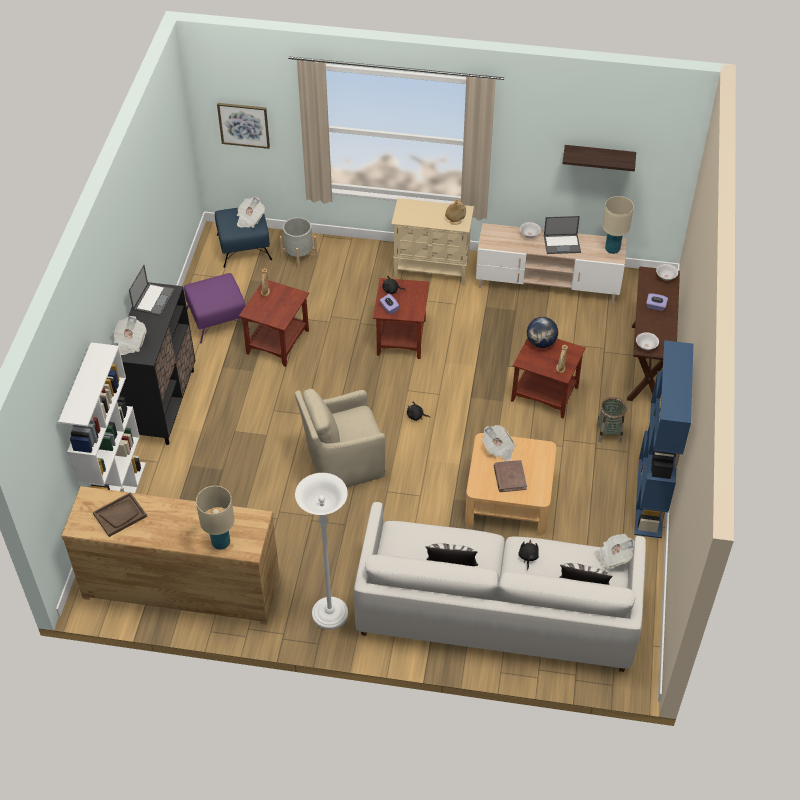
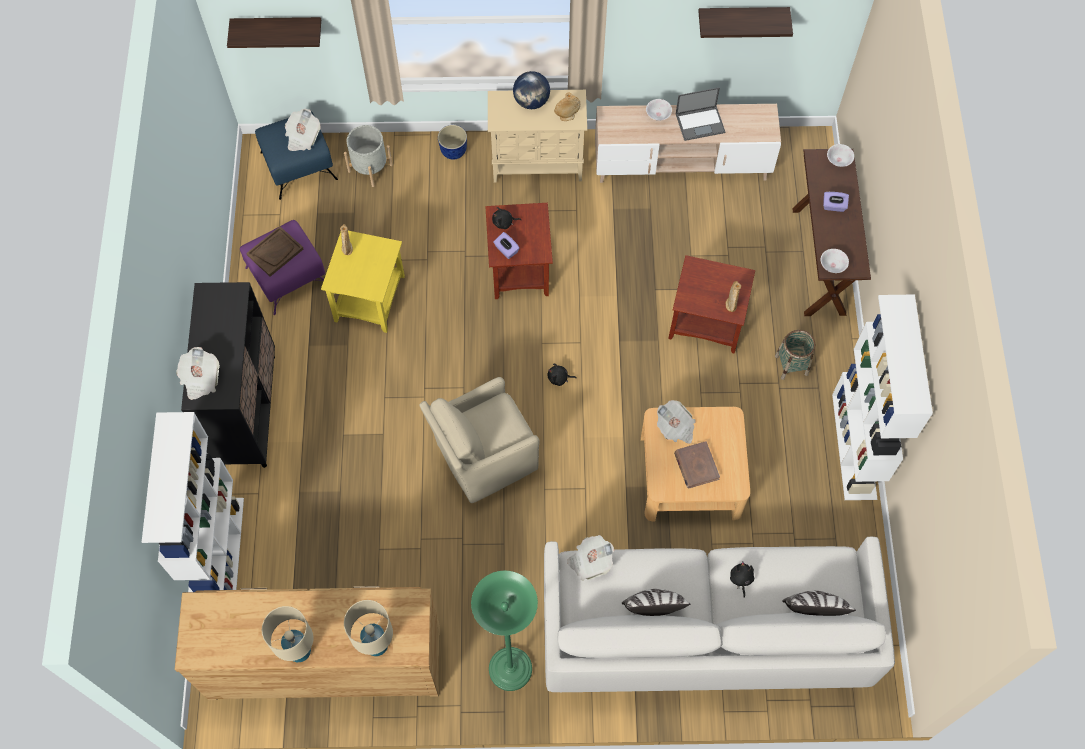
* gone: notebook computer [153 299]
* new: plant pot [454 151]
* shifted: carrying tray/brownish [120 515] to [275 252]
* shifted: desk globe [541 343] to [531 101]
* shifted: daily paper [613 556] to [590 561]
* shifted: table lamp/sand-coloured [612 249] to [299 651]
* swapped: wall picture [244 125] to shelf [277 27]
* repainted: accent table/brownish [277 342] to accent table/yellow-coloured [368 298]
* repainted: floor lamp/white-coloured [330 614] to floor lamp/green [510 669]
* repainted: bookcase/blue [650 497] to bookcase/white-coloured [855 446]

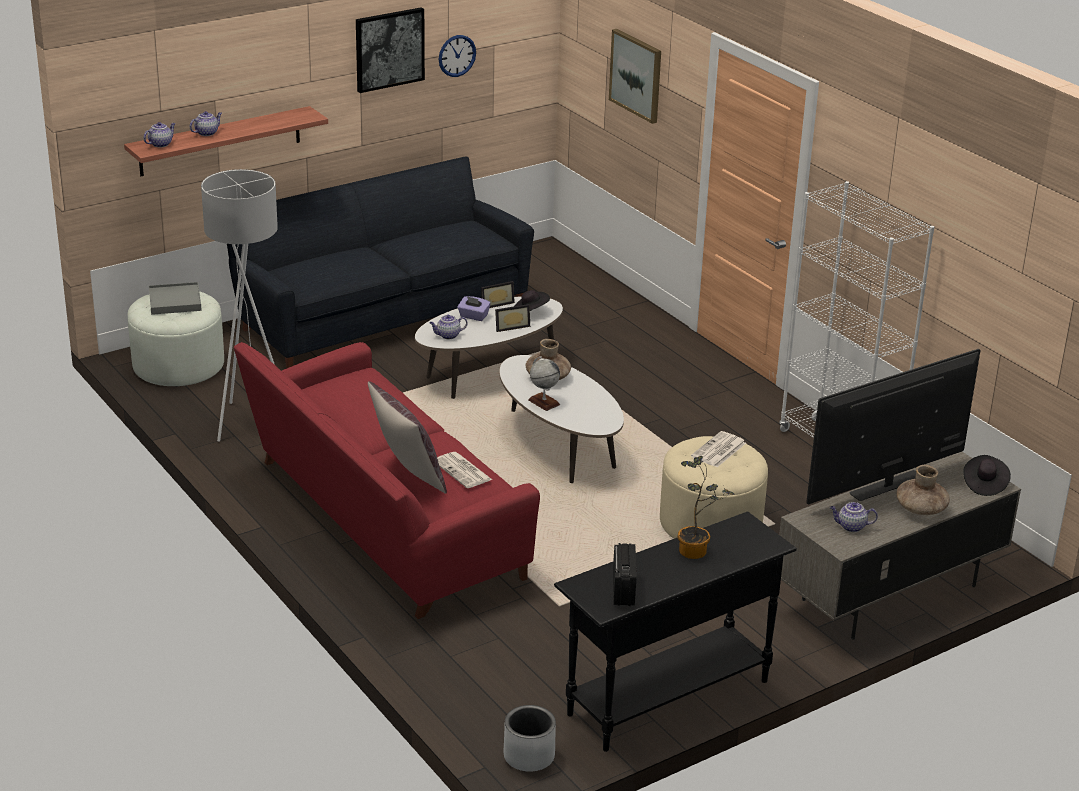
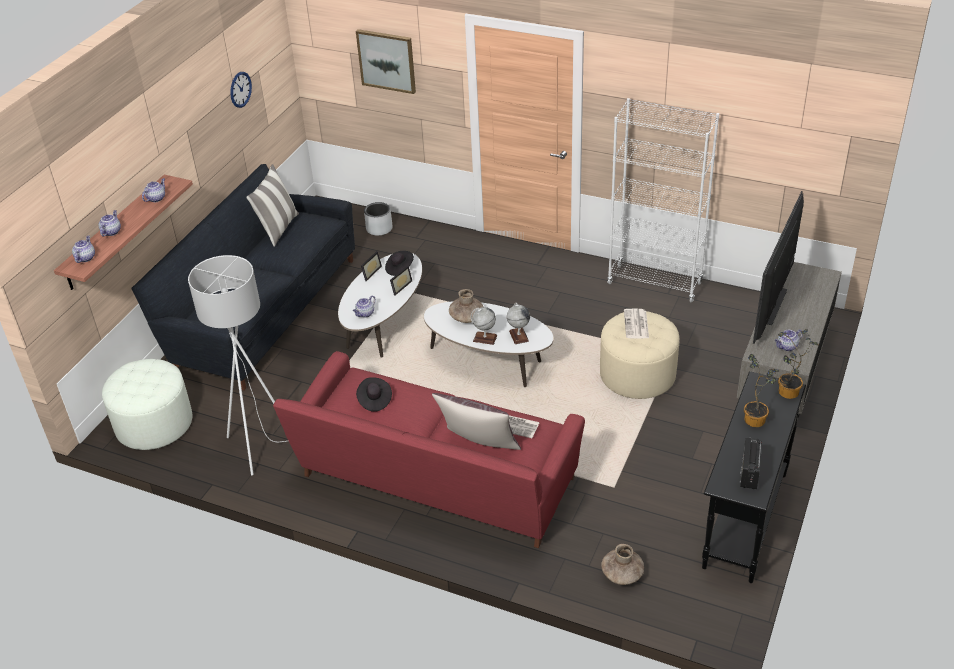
* gone: carrying tray/gray [175 301]
* gone: wall picture [389 49]
* gone: box of tissues/purple-coloured [473 316]
* new: pot for tea [156 198]
* new: throw pillow [278 228]
* new: desk globe [518 336]
* new: houseplant [788 394]
* shifted: plant pot/gray [529 756] to [379 229]
* shifted: flower vase/brownish [921 509] to [622 574]
* shifted: hat/black [984 484] to [374 400]
* rotated: radio [623 589] = [749 473] 135 degrees counterclockwise

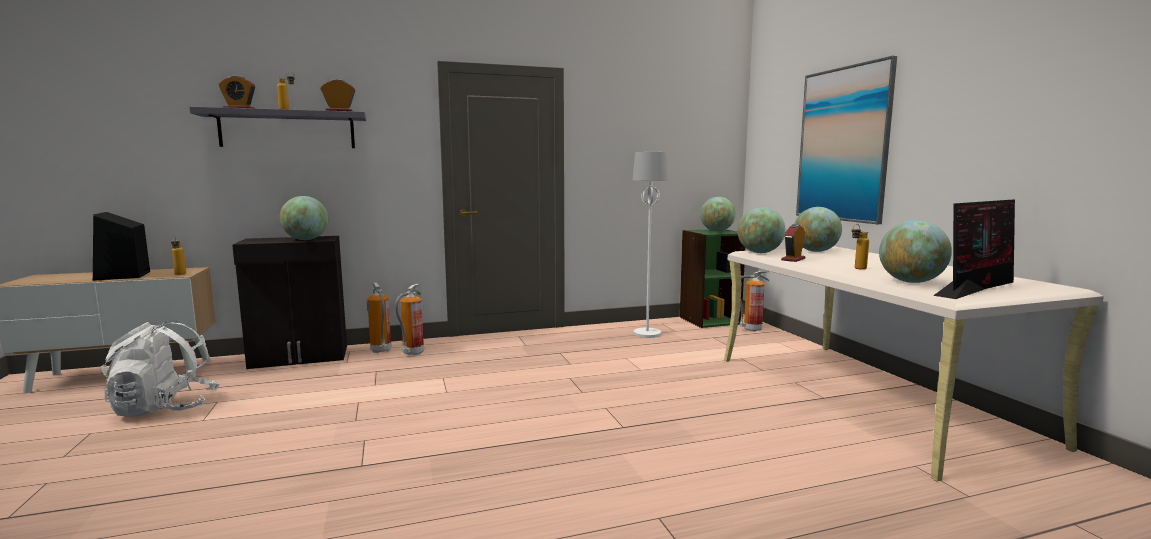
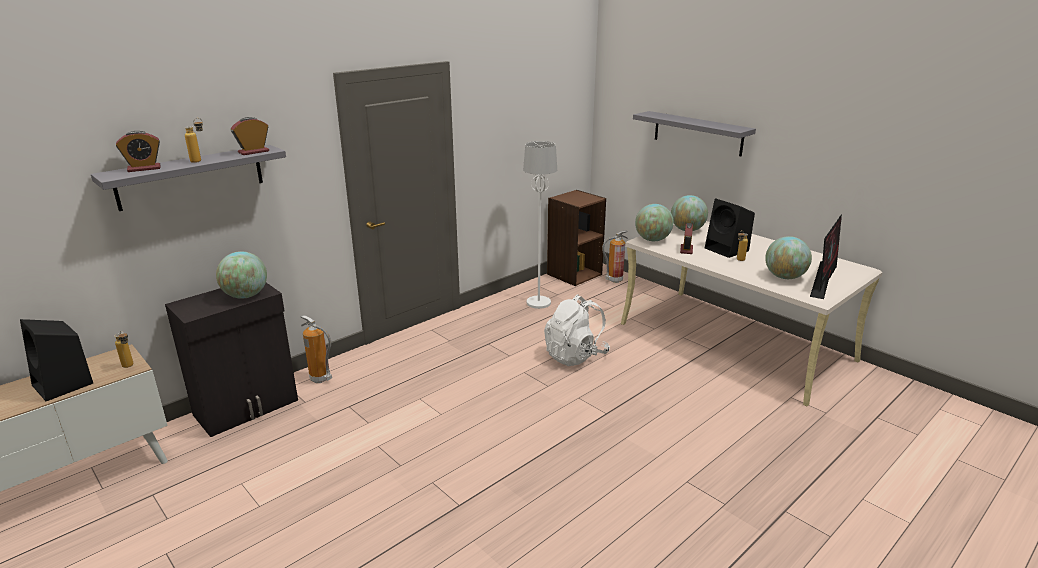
* gone: fire-fighting cylinder [412 353]
* gone: desk globe [717 231]
* new: loudspeaker/black [727 250]
* shifted: rucksack/white-coloured [165 408] to [575 355]
* swapped: wall picture [843 144] to shelf/gray [697 133]
* repainted: bookcase/green [709 320] to bookcase/brownish [574 274]

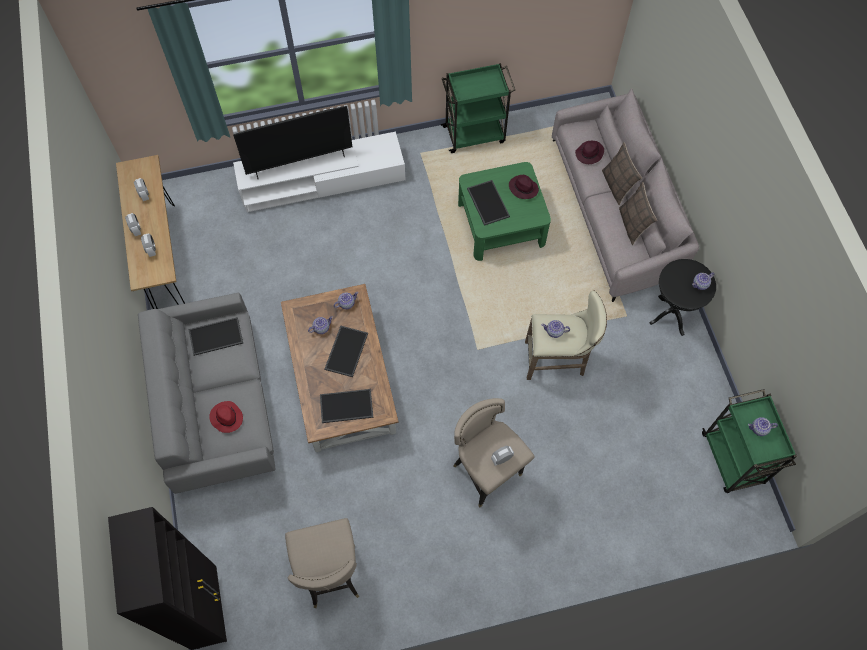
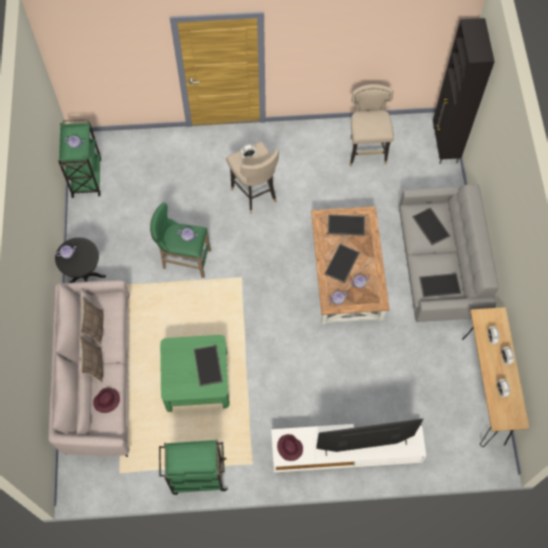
* shifted: hat/purple-coloured [523 188] to [290 448]
* swapped: hat/red-coloured [226 417] to carrying tray [431 226]
* repainted: stool seat/sand-coloured [558 360] to stool seat/green [183 260]

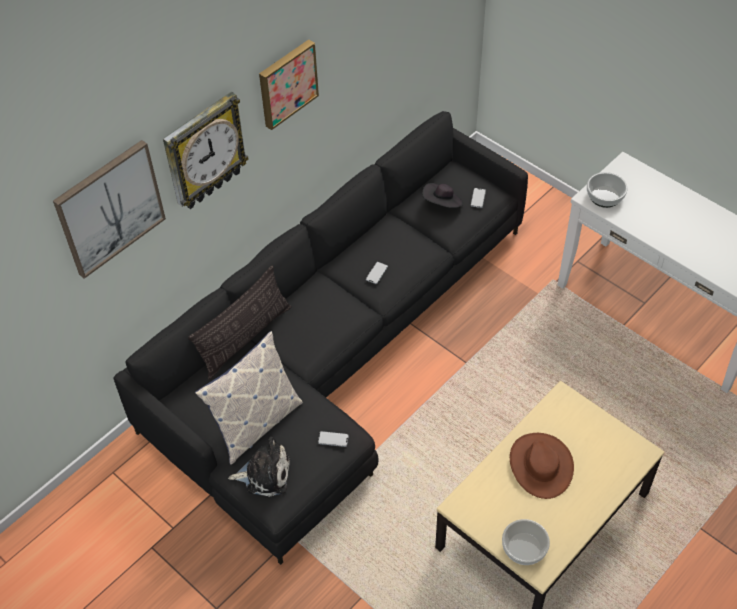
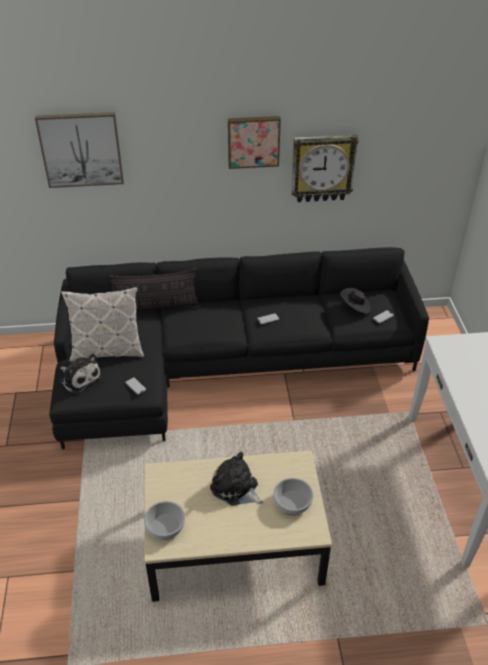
* shifted: hanging clock [204 152] to [322 168]
* shifted: bowl [604 196] to [292 502]
* swapped: hat/brownish [541 465] to cuddly toy [236 488]

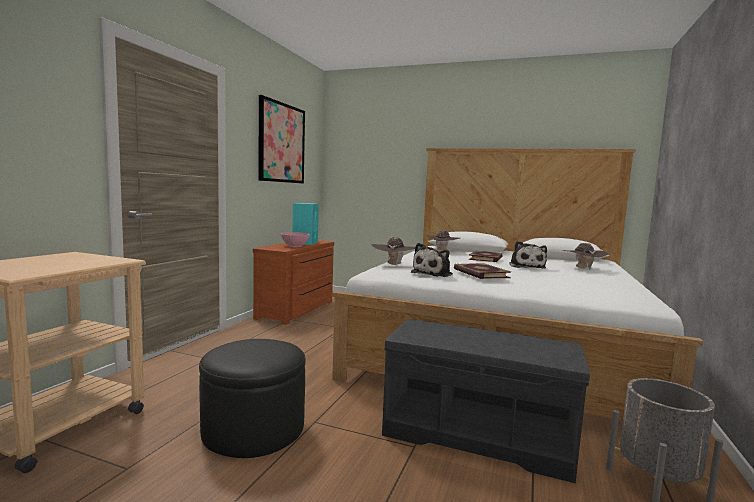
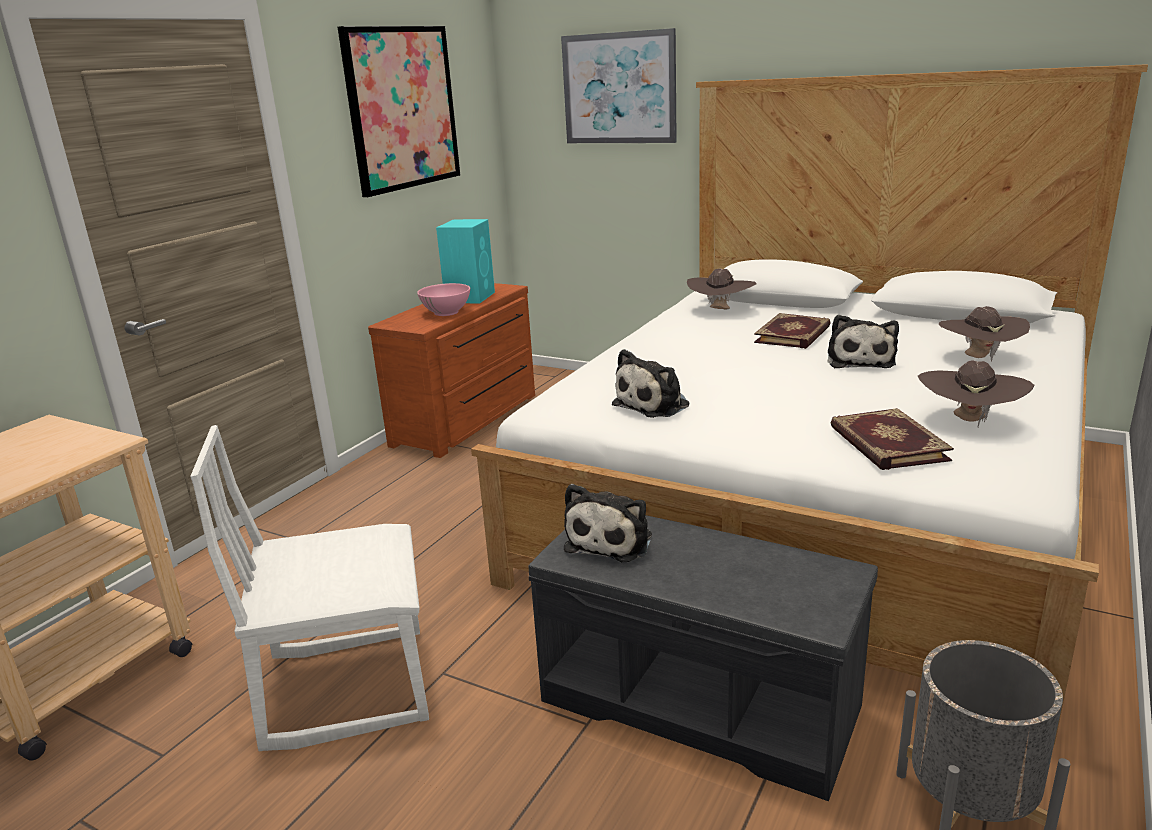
* new: wall picture [619 88]
* new: cuddly toy [611 540]
* shifted: hat/brownish [393 265] to [969 421]
* shifted: bound book [480 273] to [886 444]
* swapped: ottoman/black [253 429] to plain chair/white-coloured [347 686]

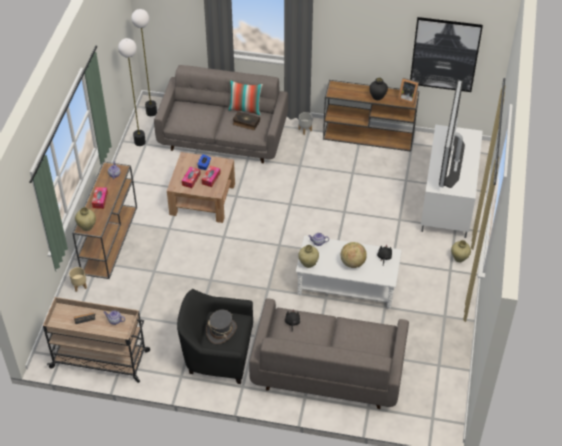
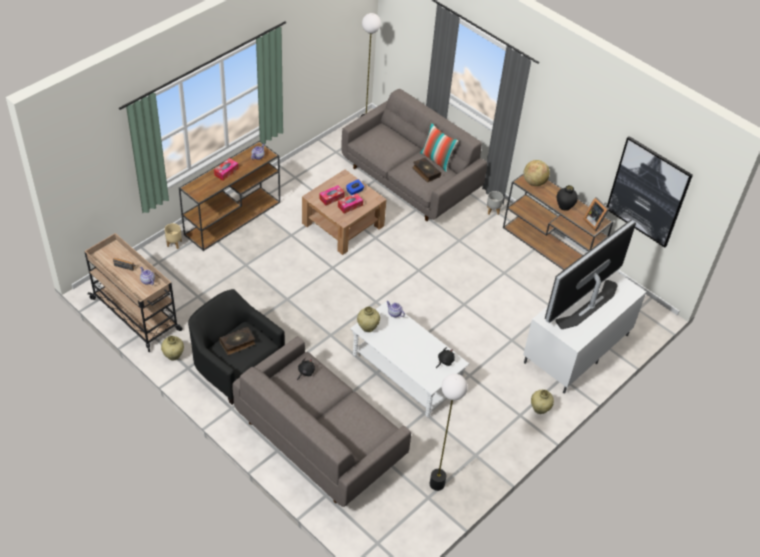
* shifted: flower vase/sand-coloured [87 227] to [173 356]
* shifted: floor lamp [140 142] to [437 483]
* shifted: desk globe [352 263] to [534 182]
* swapped: hat/gray [221 331] to bound book [238 343]

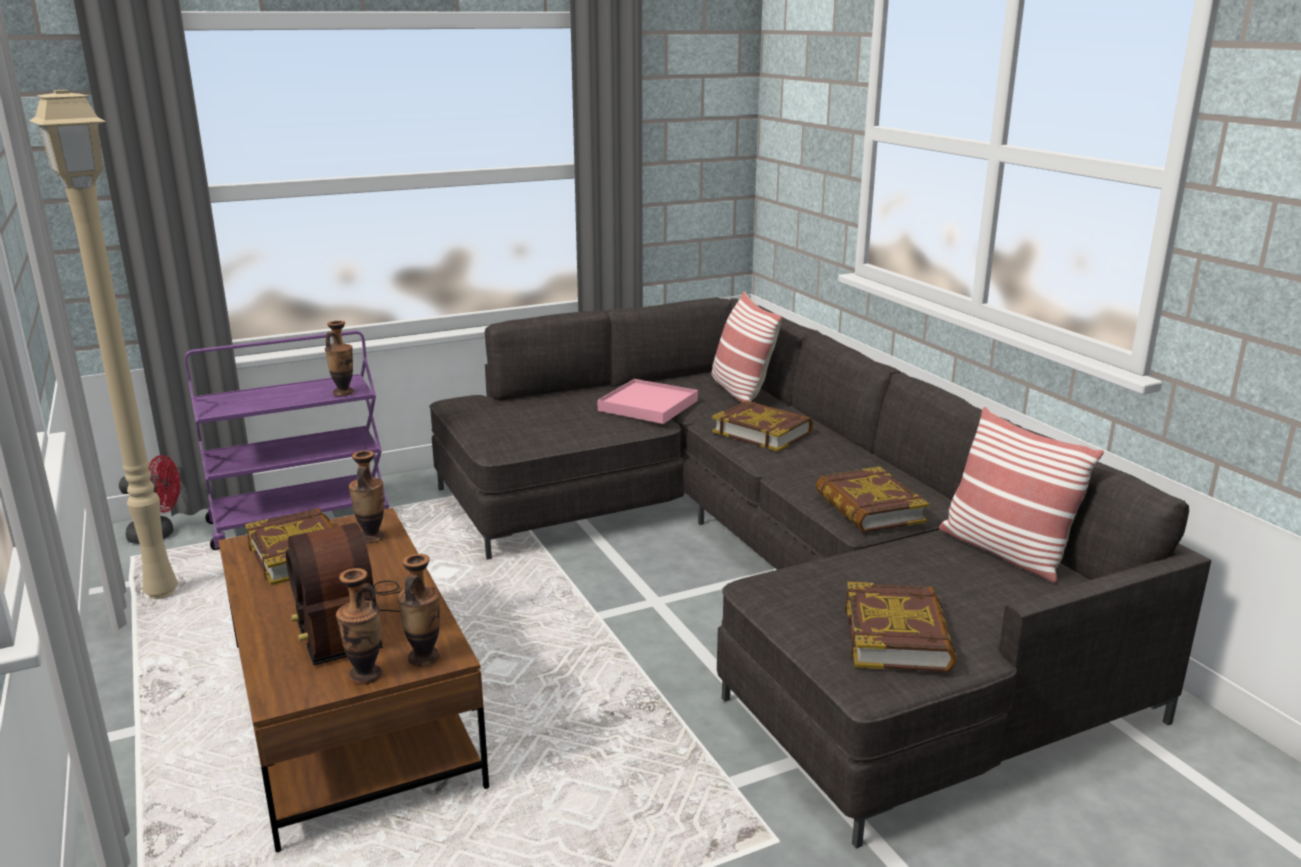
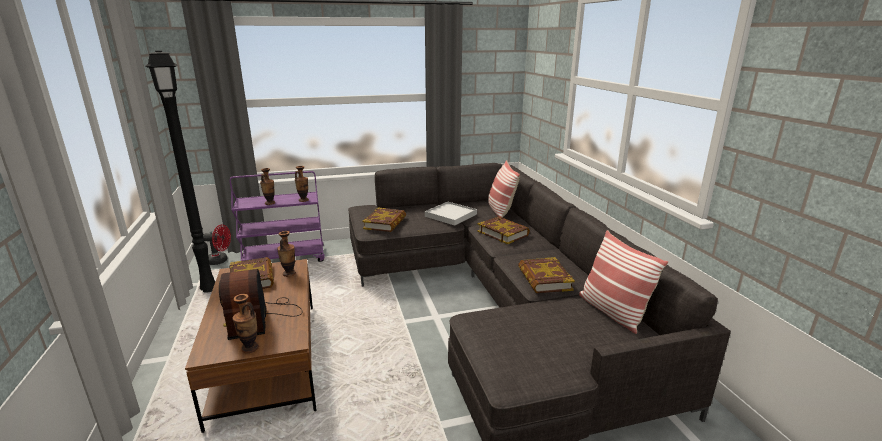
* shifted: flower vase [424 658] to [270 203]
* shifted: bound book [897 636] to [385 223]
* repainted: floor lamp/sand-coloured [163 592] to floor lamp/black [210 289]
* repainted: carrying tray/pink [648 405] to carrying tray/white-coloured [450 215]

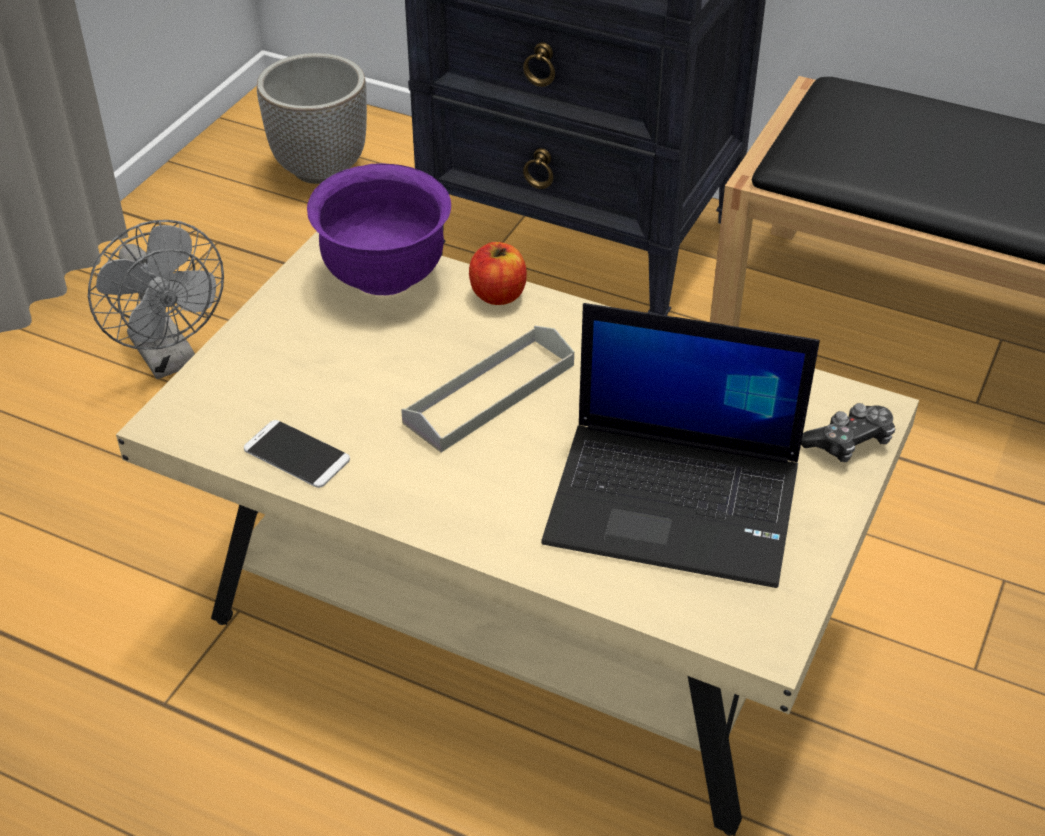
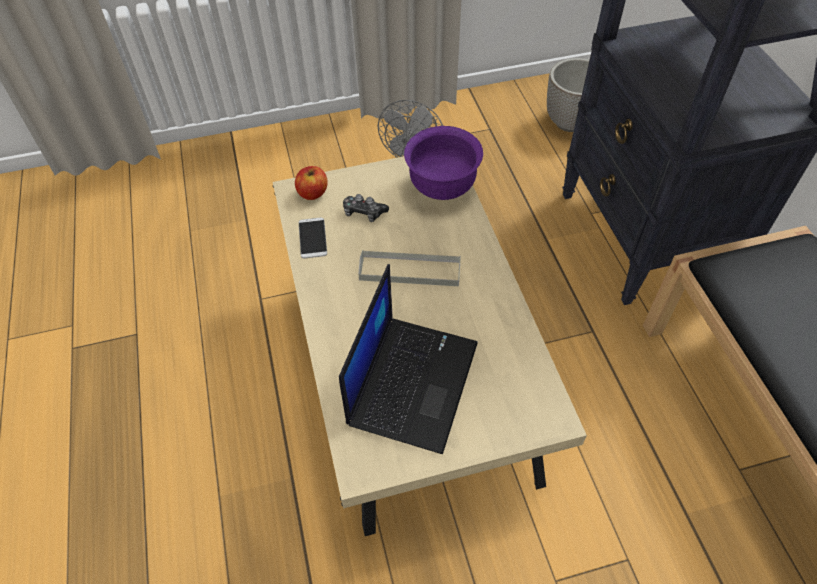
* shifted: apple [498 294] to [312 193]
* shifted: joypad [849 442] to [364 212]
* rotated: notebook computer [677 502] = [412 381] 135 degrees counterclockwise

